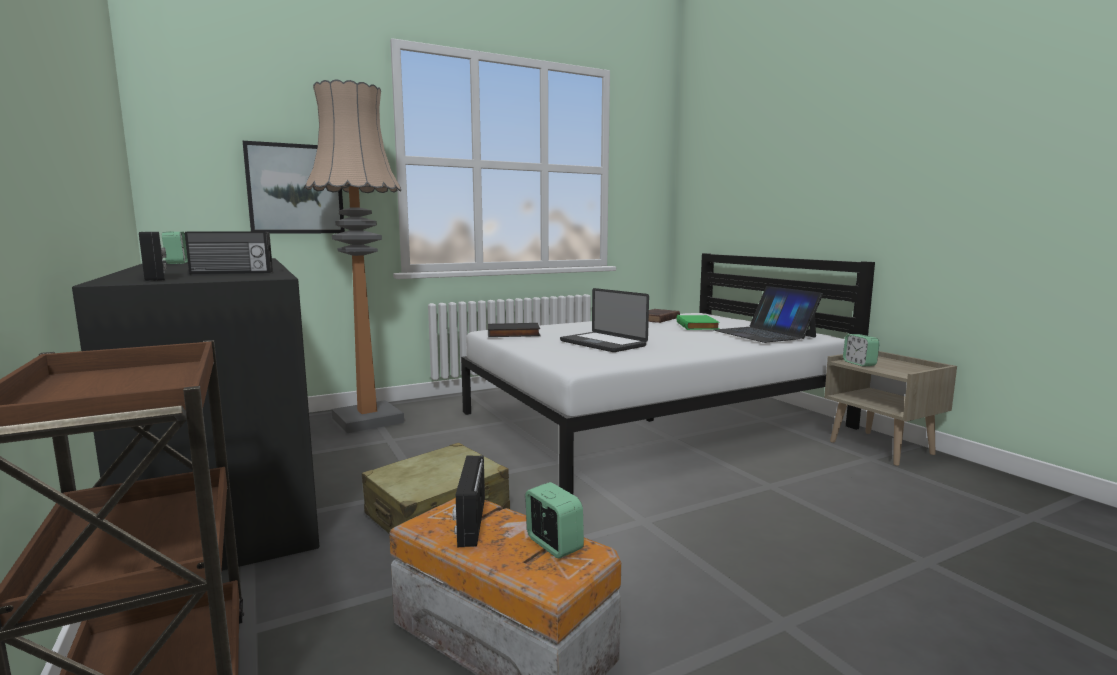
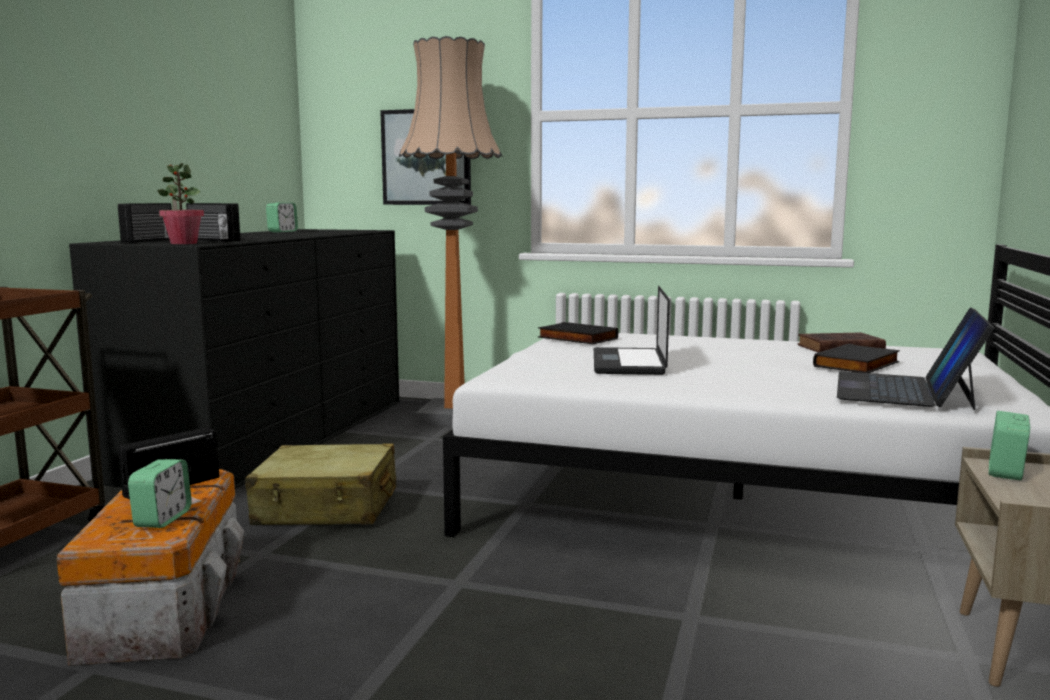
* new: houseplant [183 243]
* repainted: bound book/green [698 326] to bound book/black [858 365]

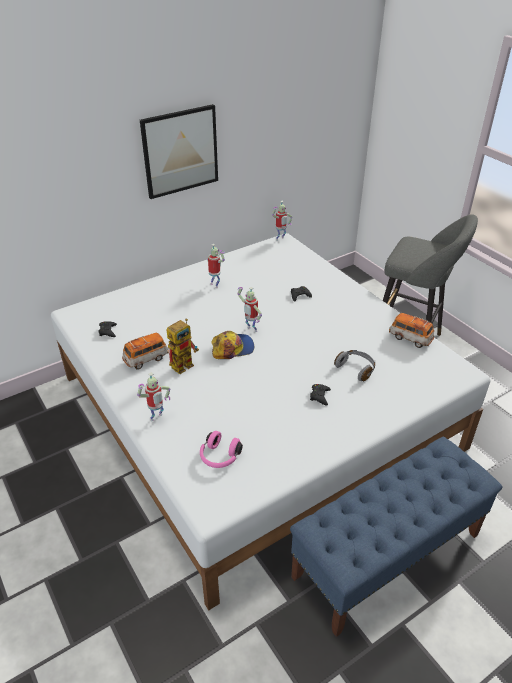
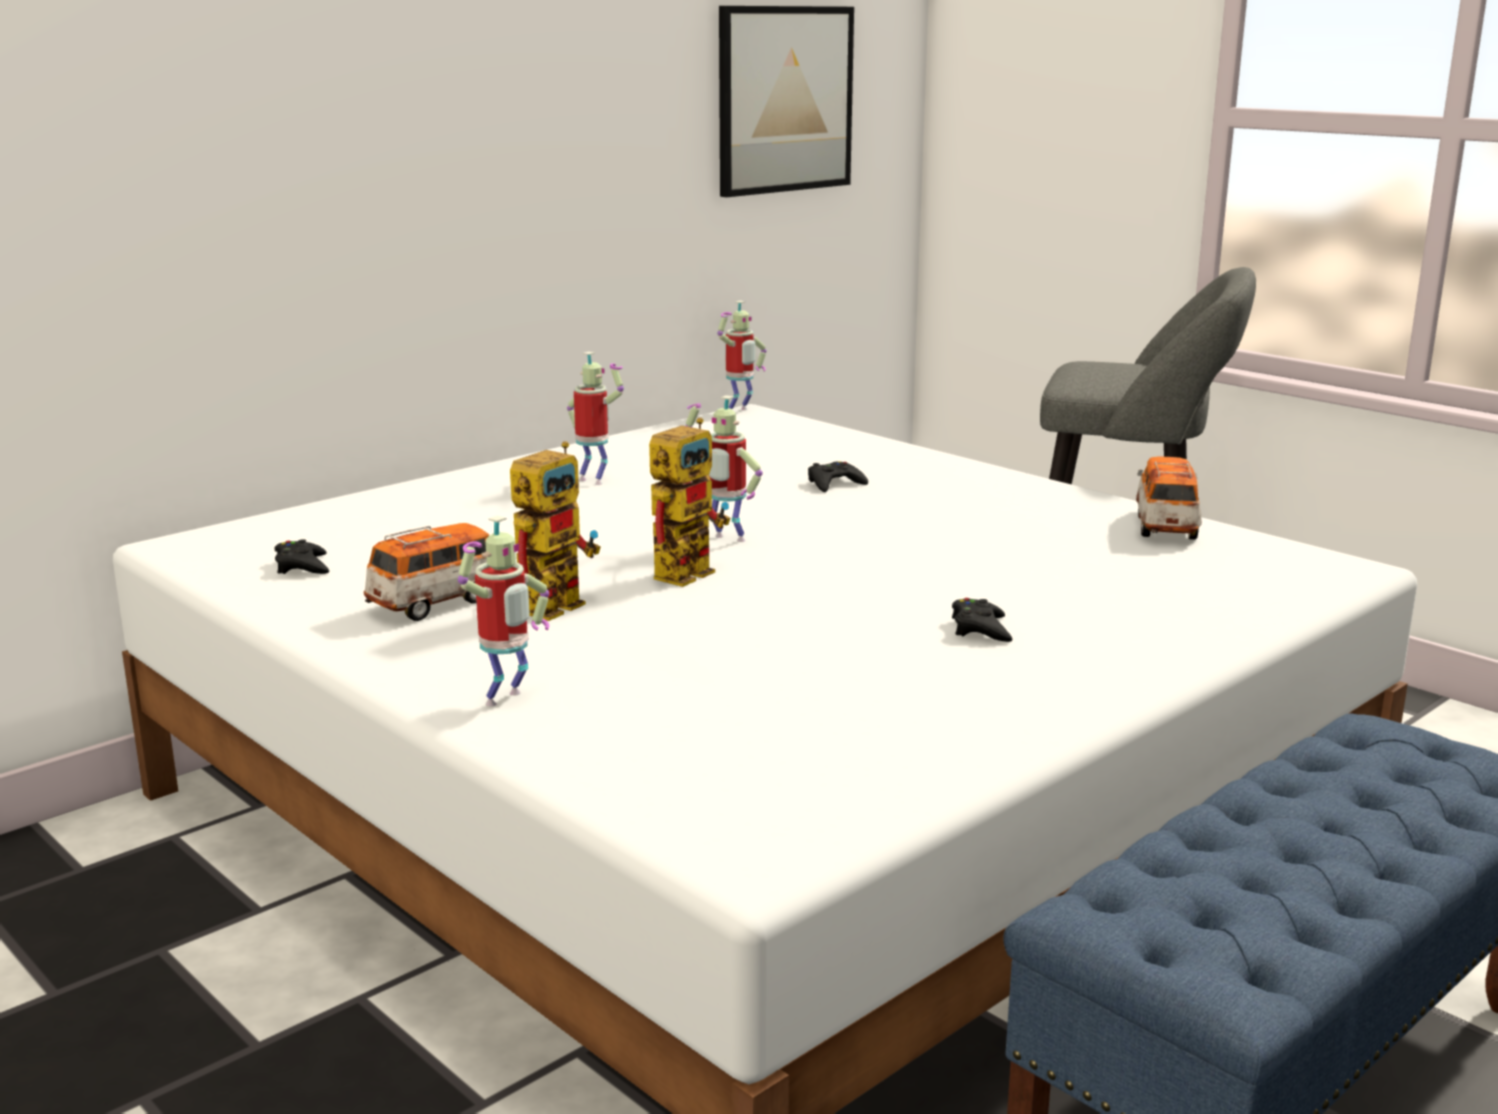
* gone: headphones/pink [219 457]
* gone: headphones/gray [356 368]
* shifted: wall picture [180 151] to [784 99]
* swapped: baseball cap [232 348] to robot figure [688 570]
* rotated: miniature car [410 338] = [1166 527] 75 degrees clockwise

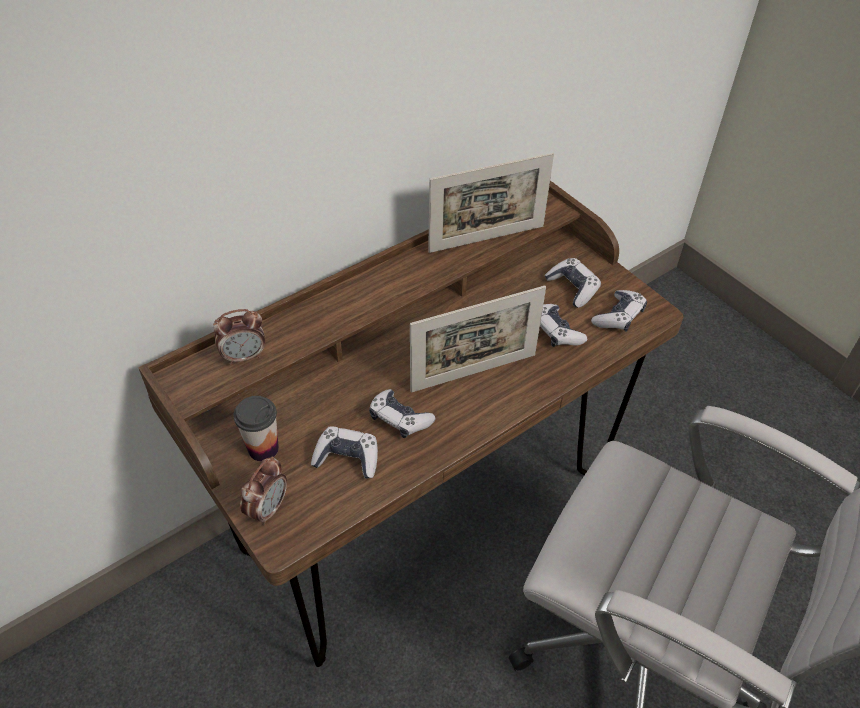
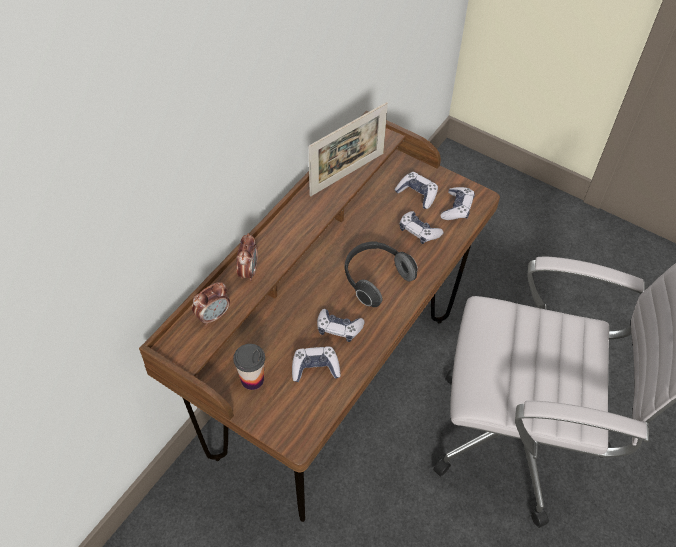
* shifted: table clock [268 508] to [248 271]
* swapped: standing frame [474 373] to headphones [375 279]

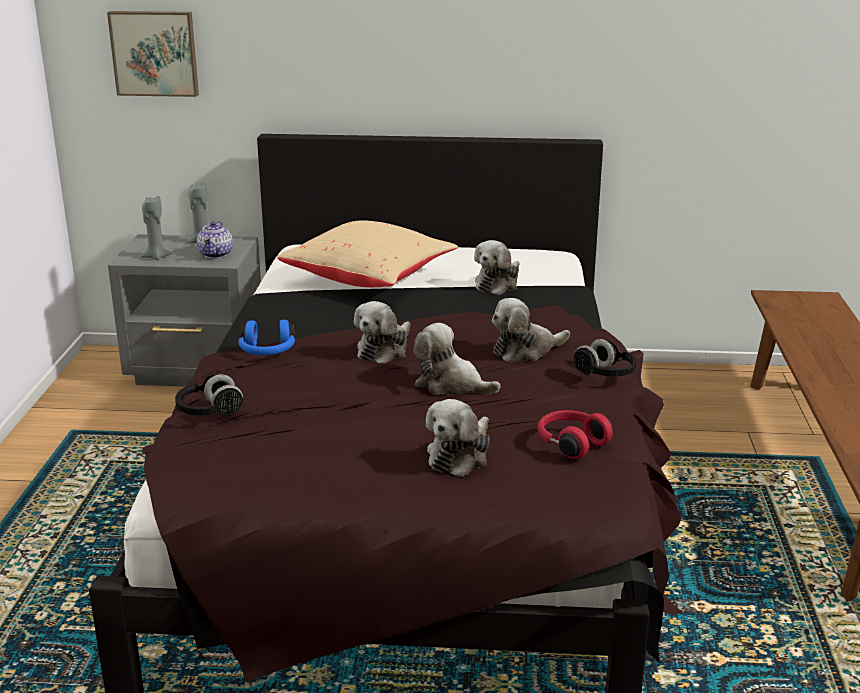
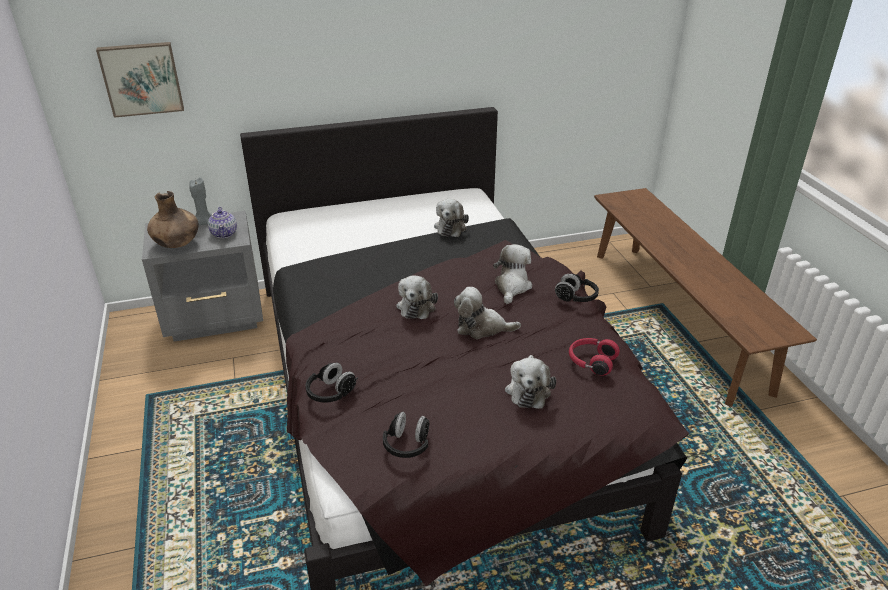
* gone: headphones/blue [267 352]
* gone: throw pillow/sand-coloured [370 278]
* new: headphones/black [407 445]
* swapped: candle/gray [157 257] to flower vase/brownish [177 244]
* rotated: cuddly toy [525 351] = [512 286] 150 degrees clockwise

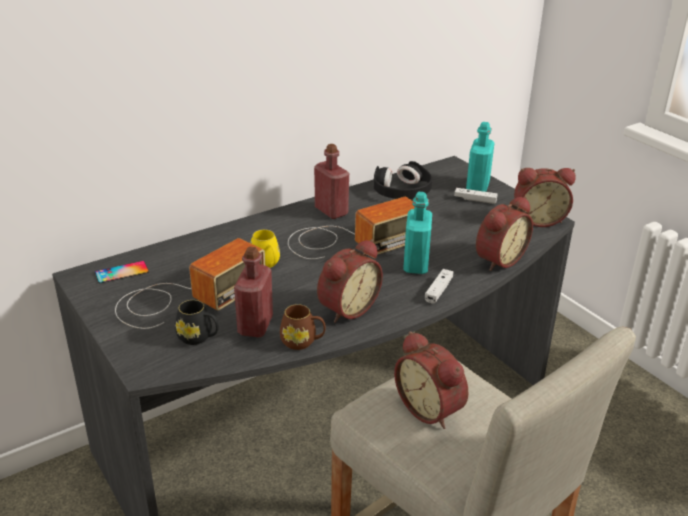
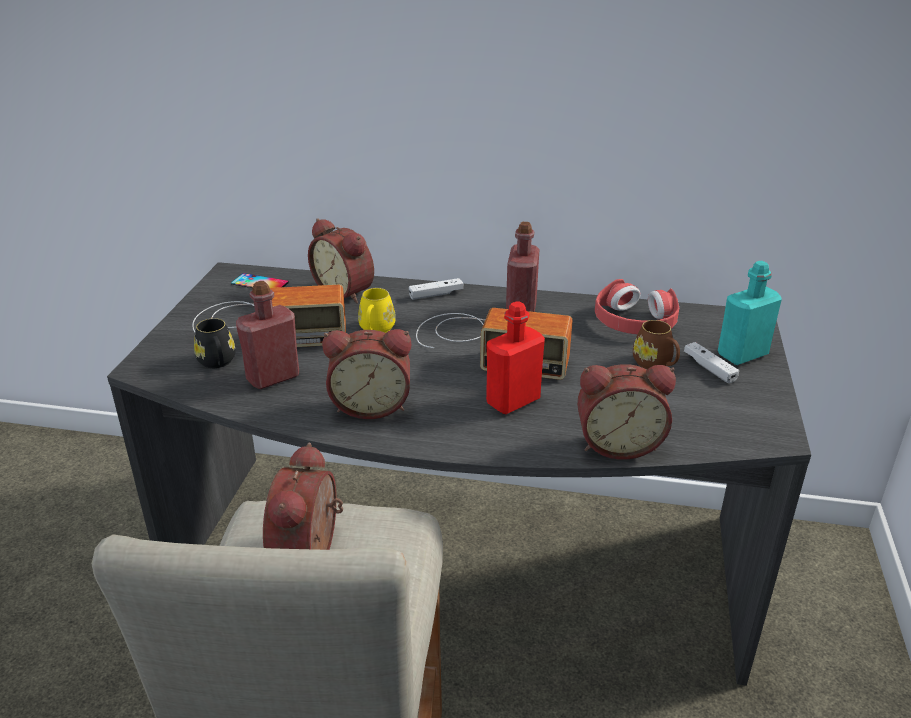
* shifted: coffee mug/brownish [302 342] to [655 364]
* shifted: joypad/white-coloured [438 290] to [436 294]
* shifted: table clock [538 219] to [346 292]
* repainted: headphones/black [402 191] to headphones/red-coloured [634 322]
* repainted: drink bottle/turquoise-coloured [416 264] to drink bottle/red-coloured [513 401]

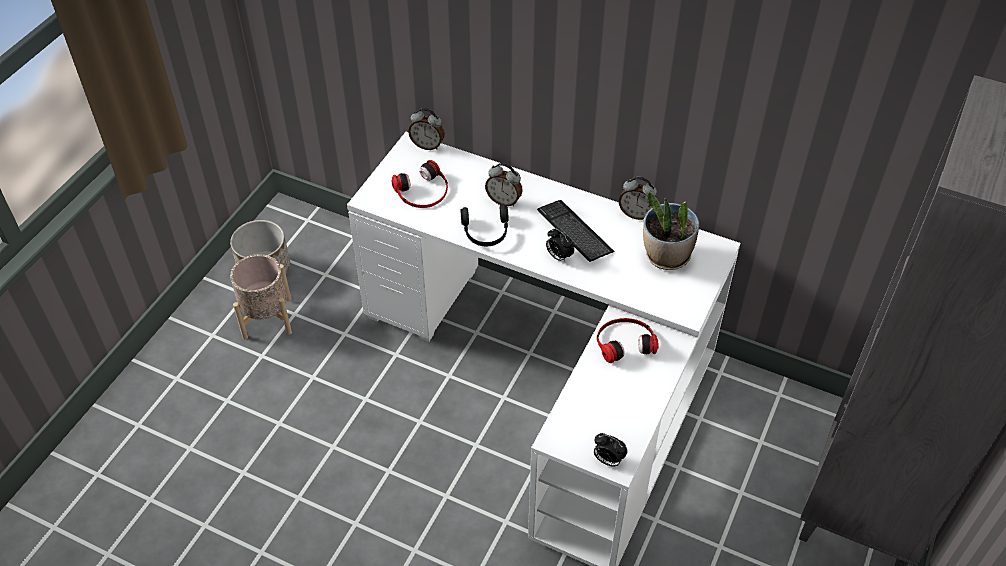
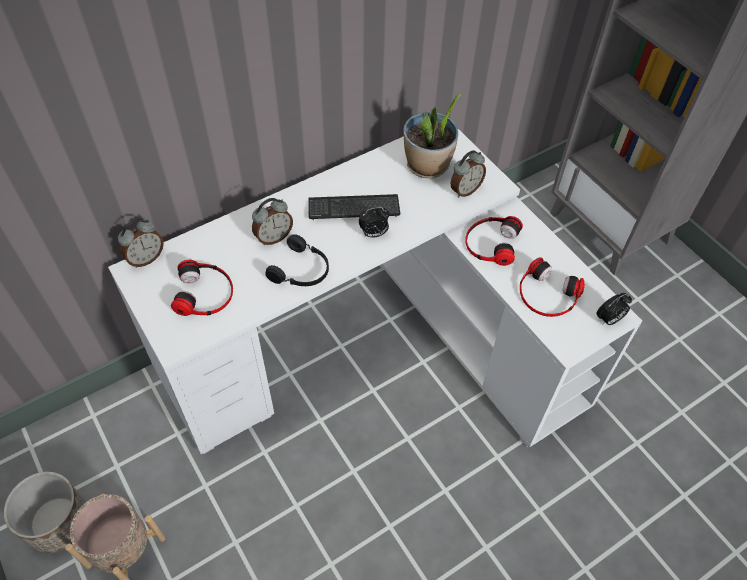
* new: headphones [547 294]
* shifted: table clock [636 214] to [465 190]

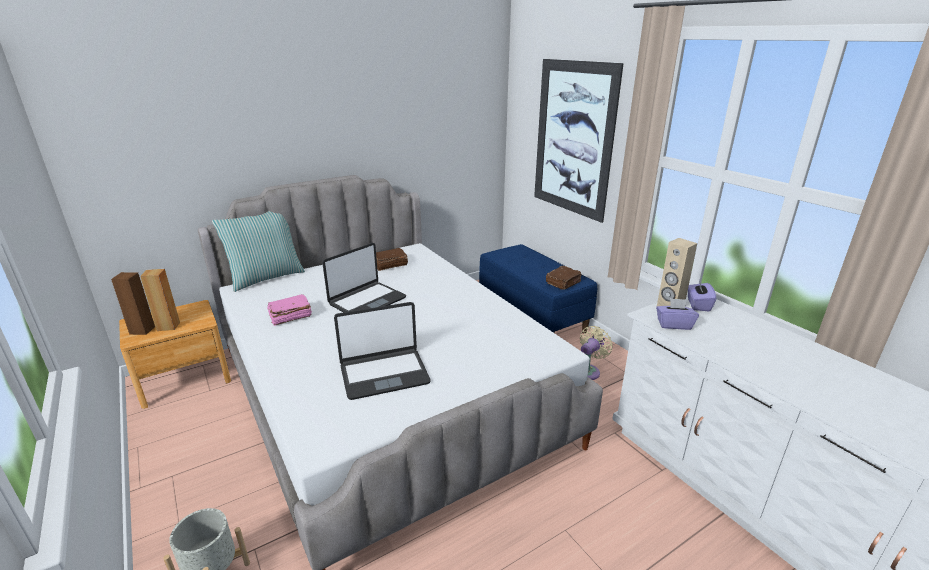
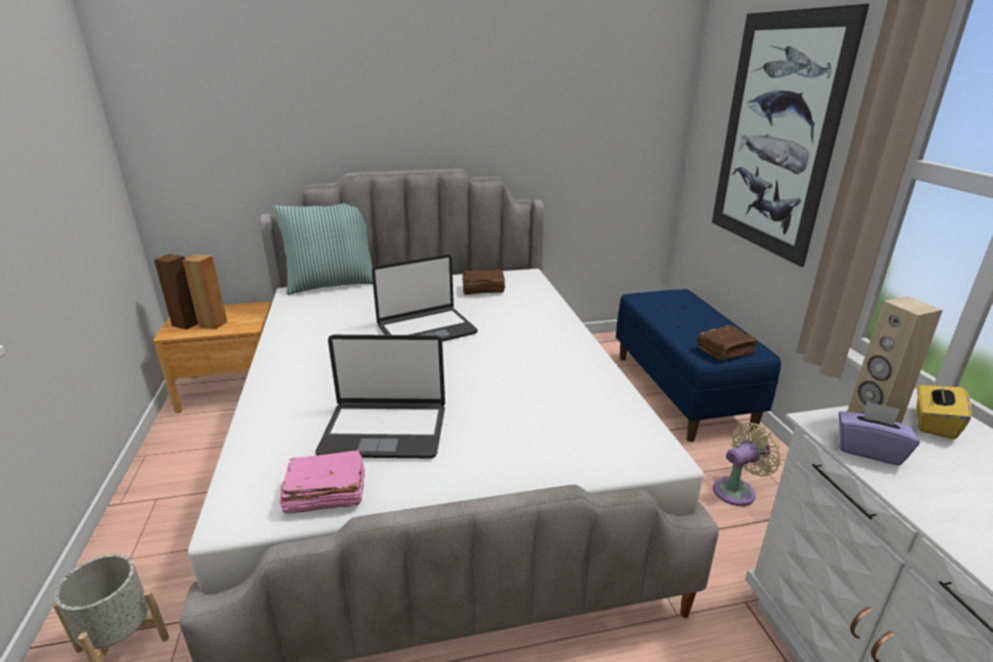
* shifted: bound book/pink [290 316] to [325 494]
* repainted: box of tissues/purple-coloured [698 305] to box of tissues/yellow-coloured [933 423]

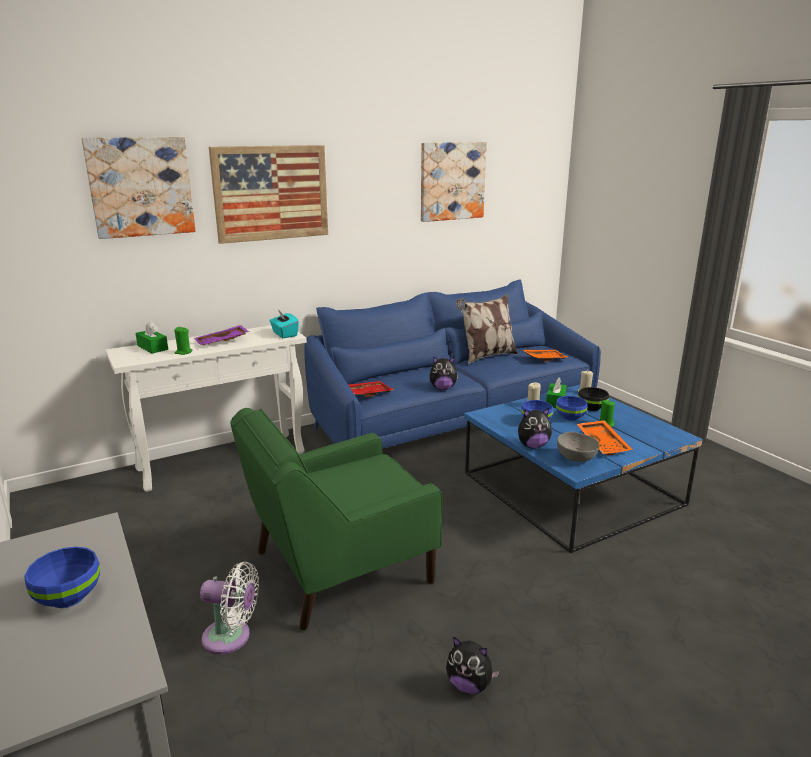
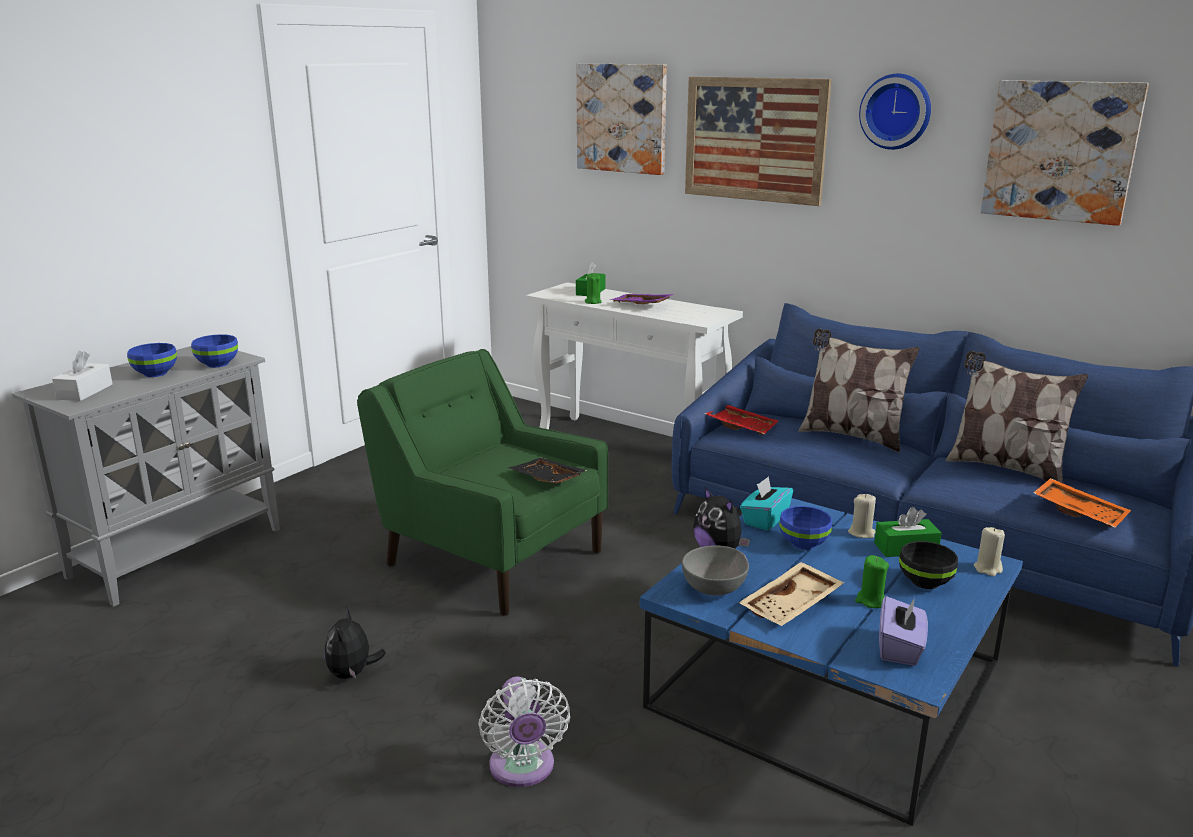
* gone: cuddly toy [442 388]
* new: box of tissues/white-coloured [85 392]
* new: carrying tray/black [546 480]
* new: throw pillow [851 436]
* new: hanging clock [896 111]
* new: box of tissues/purple-coloured [900 648]
* shifted: cooling fan/white-coloured [231 637] to [523 769]
* shifted: box of tissues/turquoise-coloured [284 334] to [765 520]
* shifted: bowl/blue [570 418] to [216 364]
* repainted: carrying tray/orange-coloured [603 444] to carrying tray/sand-coloured [792 606]

